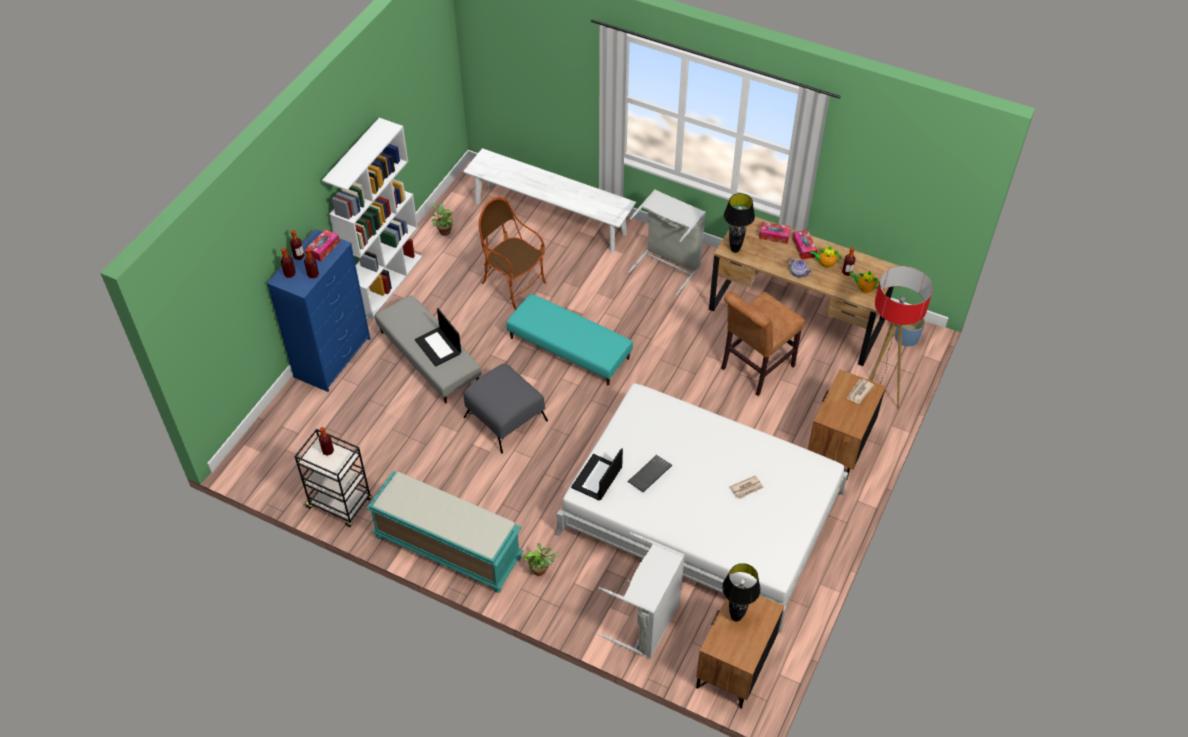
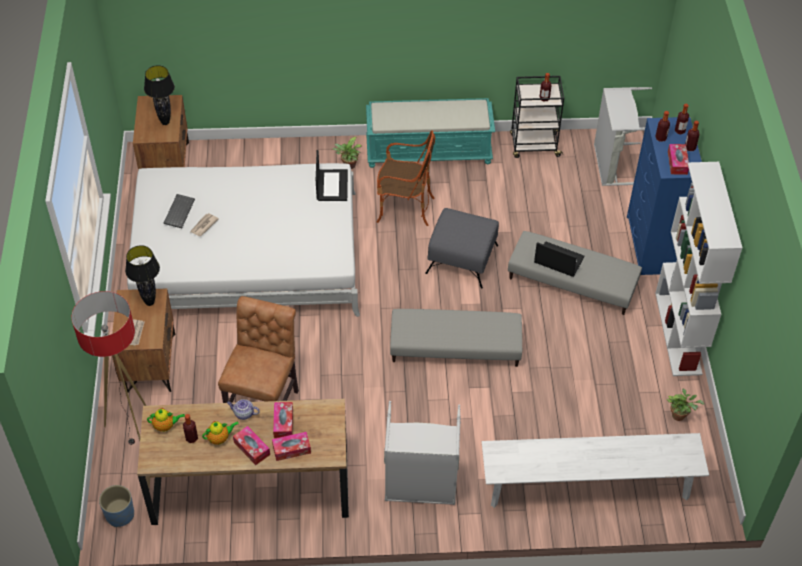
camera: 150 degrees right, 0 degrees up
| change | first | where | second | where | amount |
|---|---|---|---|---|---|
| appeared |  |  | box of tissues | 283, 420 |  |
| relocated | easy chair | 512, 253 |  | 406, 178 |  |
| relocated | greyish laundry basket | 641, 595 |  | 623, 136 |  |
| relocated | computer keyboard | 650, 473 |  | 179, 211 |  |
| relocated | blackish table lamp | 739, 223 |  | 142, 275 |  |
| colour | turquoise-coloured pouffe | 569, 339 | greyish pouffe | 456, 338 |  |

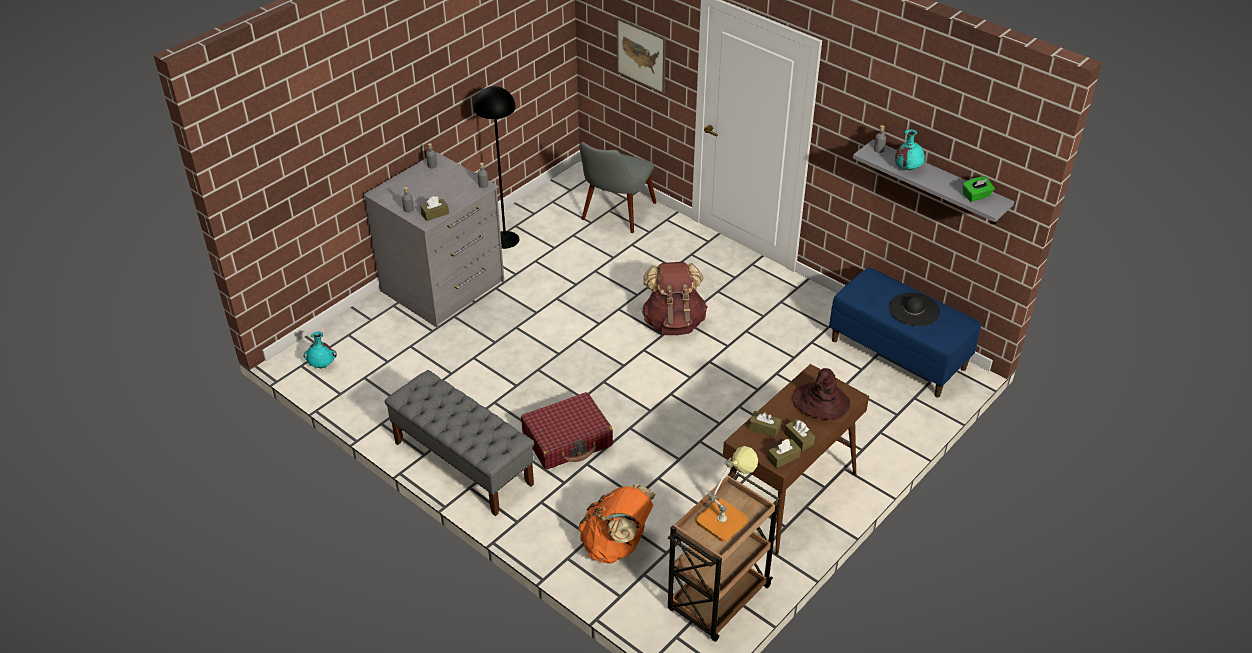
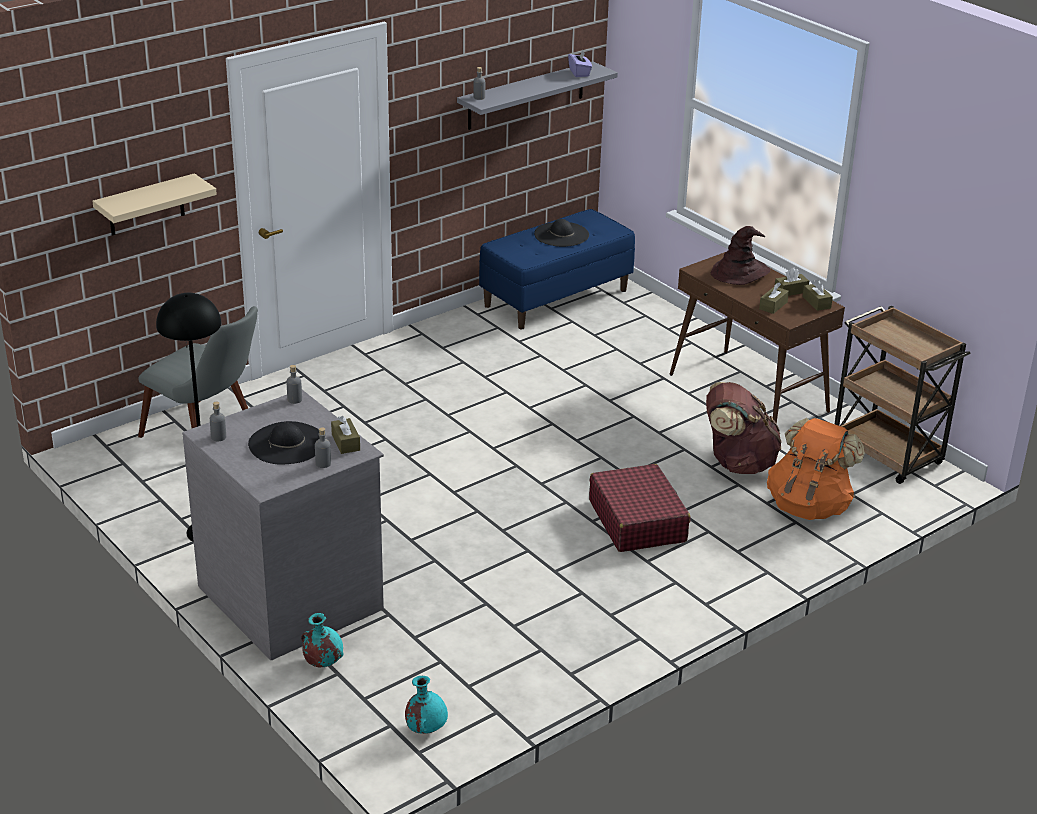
camera: 80 degrees left, 10 degrees down
| change | first | where | second | where | amount |
|---|---|---|---|---|---|
| missing | greyish long seat | 459, 443 |  |  |  |
| missing | table lamp | 727, 494 |  |  |  |
| appeared |  |  | blackish wearable hat | 284, 442 |  |
| relocated | brown backpack | 674, 298 |  | 744, 428 |  |
| relocated | turquoise-coloured vase | 910, 150 |  | 322, 640 |  |
| exchanged | wall art | 641, 56 | sand-coloured bracket shelf | 154, 204 |  |
| colour | greenish box of tissues | 979, 189 | purplish box of tissues | 580, 63 |  |

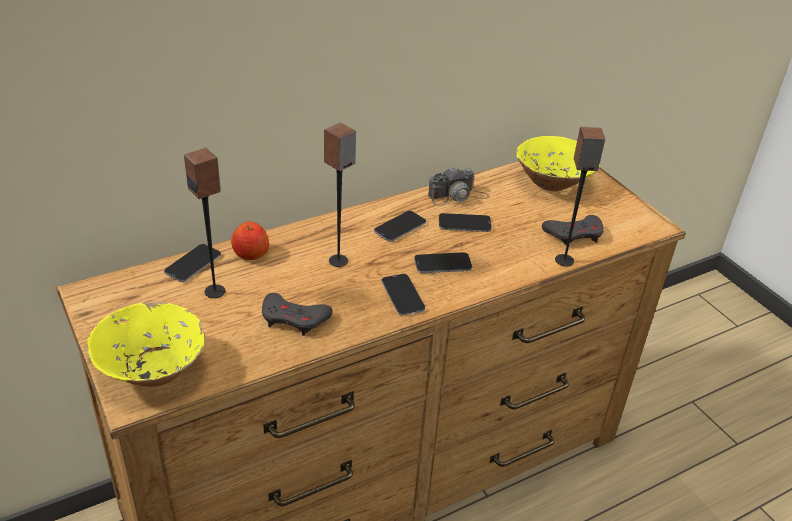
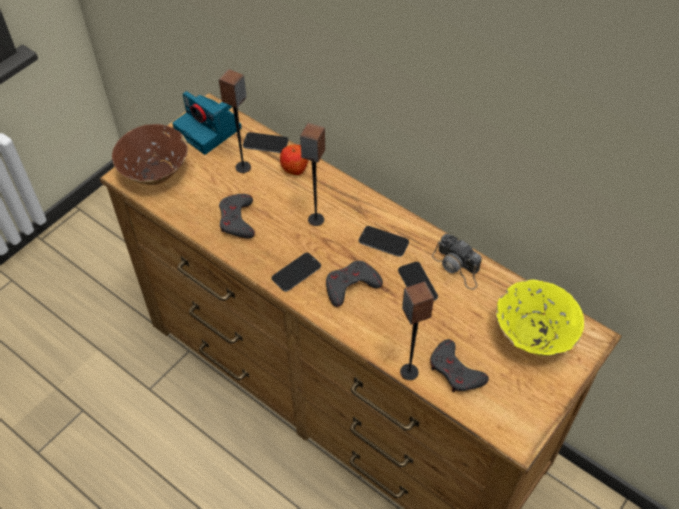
camera: 70 degrees right, 15 degrees up
| change | first | where | second | where | amount |
|---|---|---|---|---|---|
| appeared |  |  | still camera | 207, 123 |  |
| exchanged | phone | 443, 262 | greyish gamepad | 354, 284 |  |
| colour | yellow-coloured deep dish | 146, 344 | brown deep dish | 150, 154 |  |

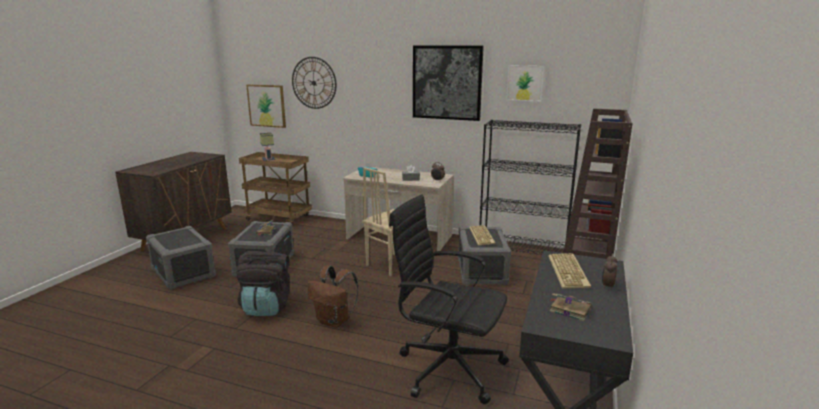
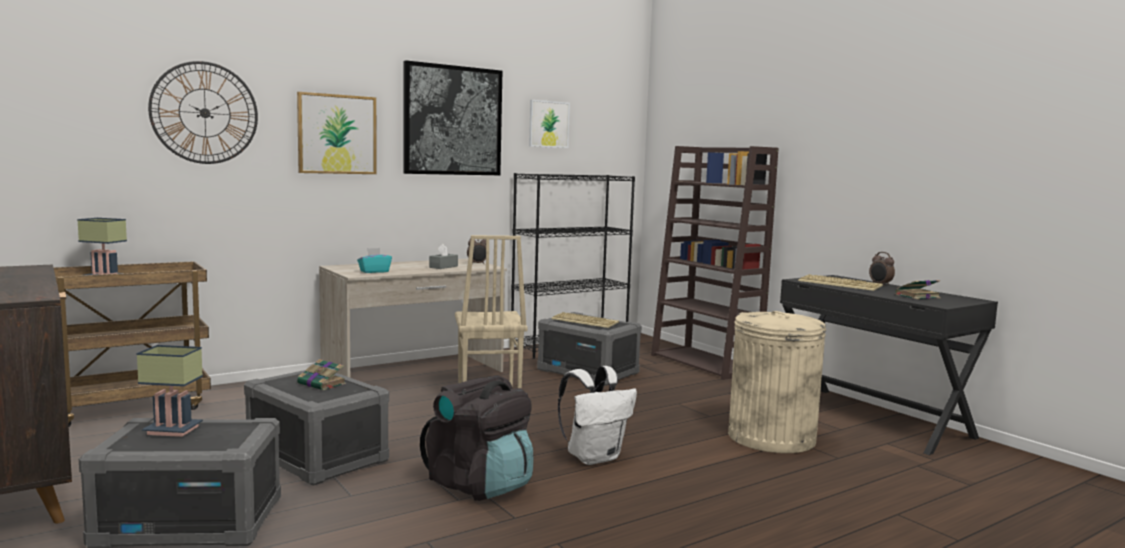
camera: 55 degrees left, 10 degrees down
| change | first | where | second | where | amount |
|---|---|---|---|---|---|
| appeared |  |  | table lamp | 170, 391 |  |
| relocated | wall art | 266, 106 |  | 337, 133 |  |
| exchanged | blackish computer chair | 449, 299 | sand-coloured rubbish bin | 777, 382 |  |
| colour | brown backpack | 333, 296 | white backpack | 597, 415 |  |

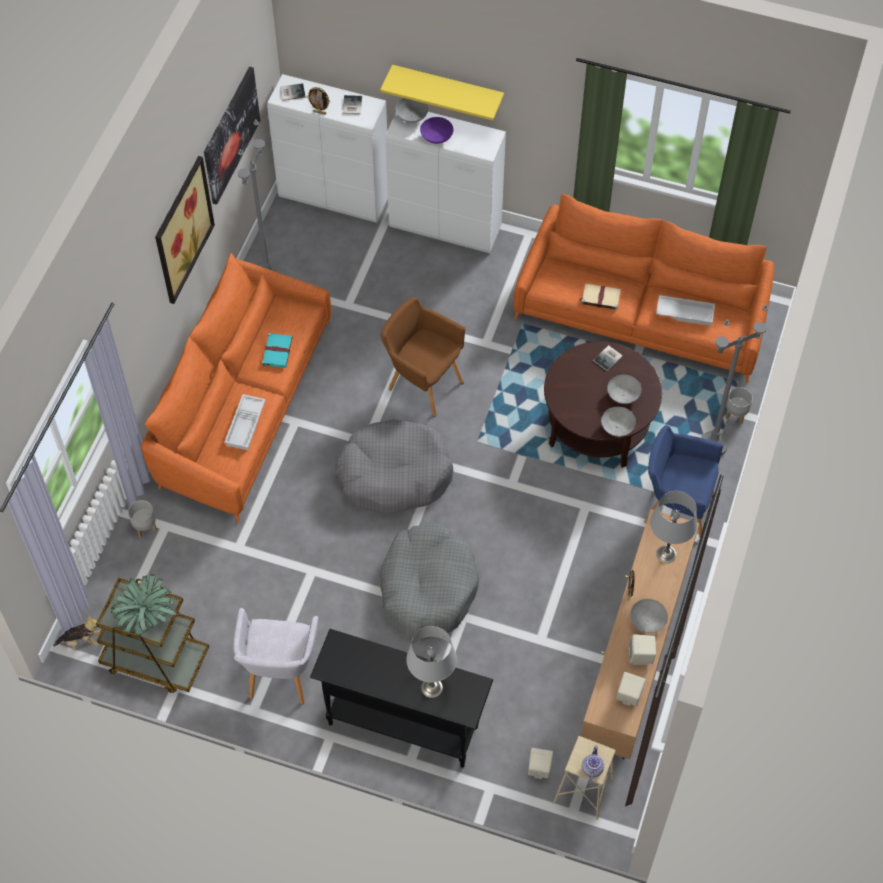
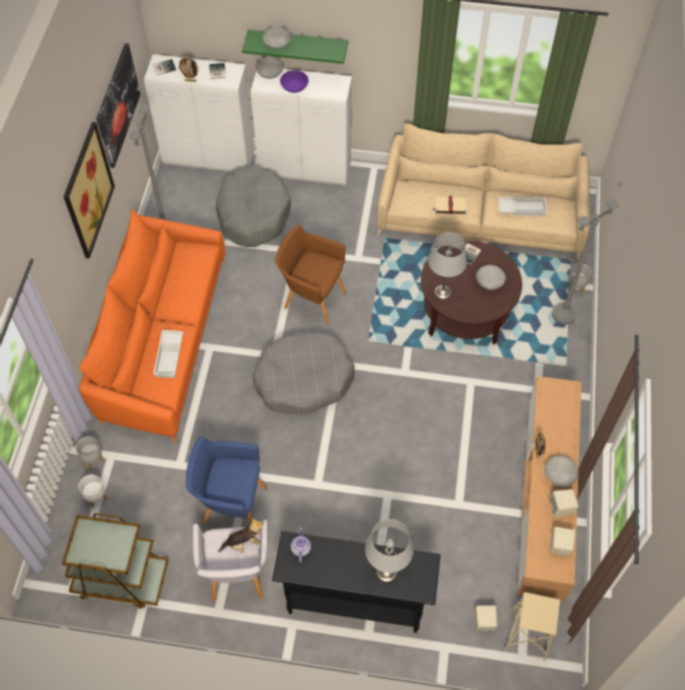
camera: 10 degrees left, 0 degrees up
| change | first | where | second | where | amount |
|---|---|---|---|---|---|
| missing | houseplant | 144, 605 |  |  |  |
| missing | turquoise-coloured volume | 277, 350 |  |  |  |
| appeared |  |  | white flower pot | 93, 491 |  |
| relocated | cuddly toy | 76, 633 |  | 241, 536 |  |
| relocated | greyish pet bed | 429, 581 |  | 253, 205 |  |
| relocated | tea pot | 593, 764 |  | 301, 545 |  |
| relocated | greyish deep dish | 618, 422 |  | 277, 38 |  |
| relocated | blue-coloured easy chair | 683, 482 |  | 226, 480 |  |
| relocated | greyish table lamp | 673, 527 |  | 447, 265 |  |
| colour | yellow-coloured bracket shelf | 442, 93 | greenish bracket shelf | 295, 47 |  |
| colour | orange couch | 643, 288 | sand-coloured couch | 483, 192 |  |

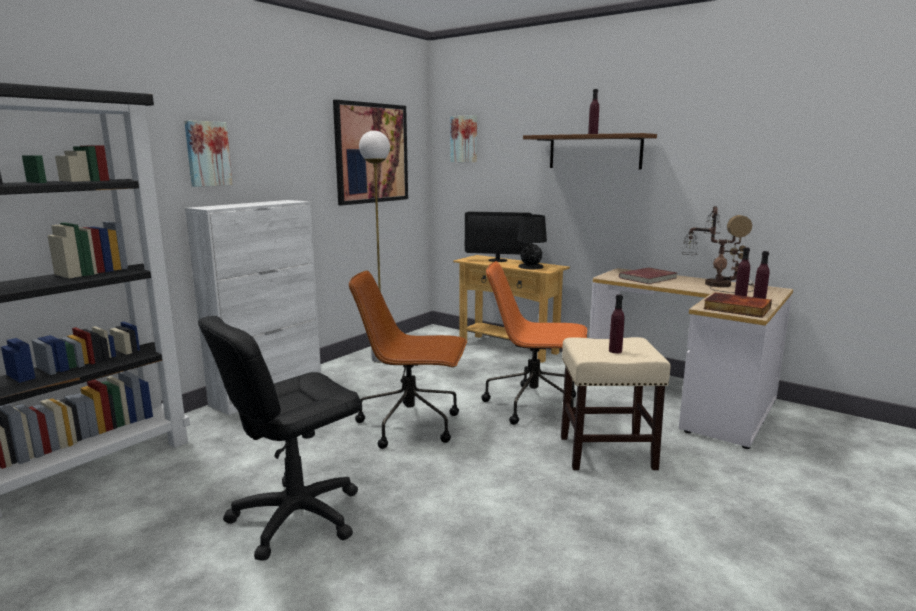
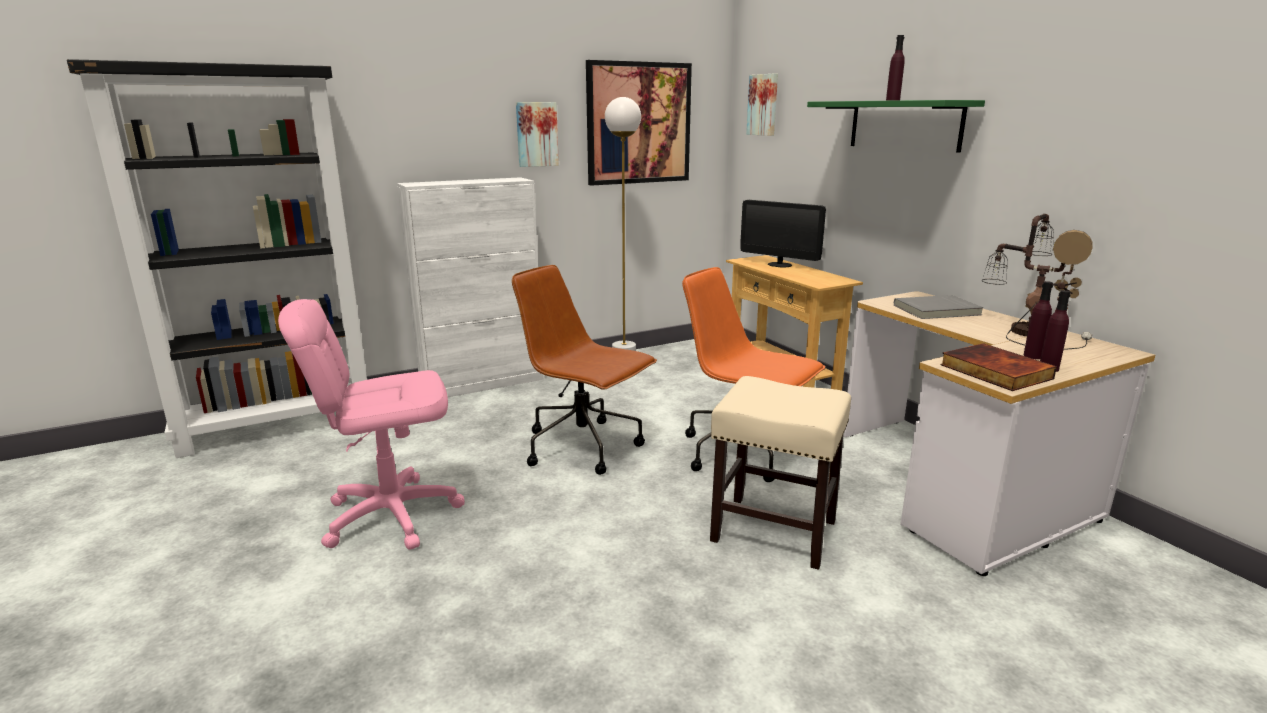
camera: 25 degrees right, 5 degrees up
| change | first | where | second | where | amount |
|---|---|---|---|---|---|
| missing | blackish table lamp | 532, 242 |  |  |  |
| missing | purplish beverage bottle | 616, 323 |  |  |  |
| relocated | wall art | 208, 153 |  | 537, 134 |  |
| colour | blackish computer chair | 279, 438 | pinkish computer chair | 371, 424 |  |
| colour | brown bracket shelf | 590, 151 | greenish bracket shelf | 896, 126 |  |
| colour | reddish volume | 648, 275 | greyish volume | 939, 307 |  |

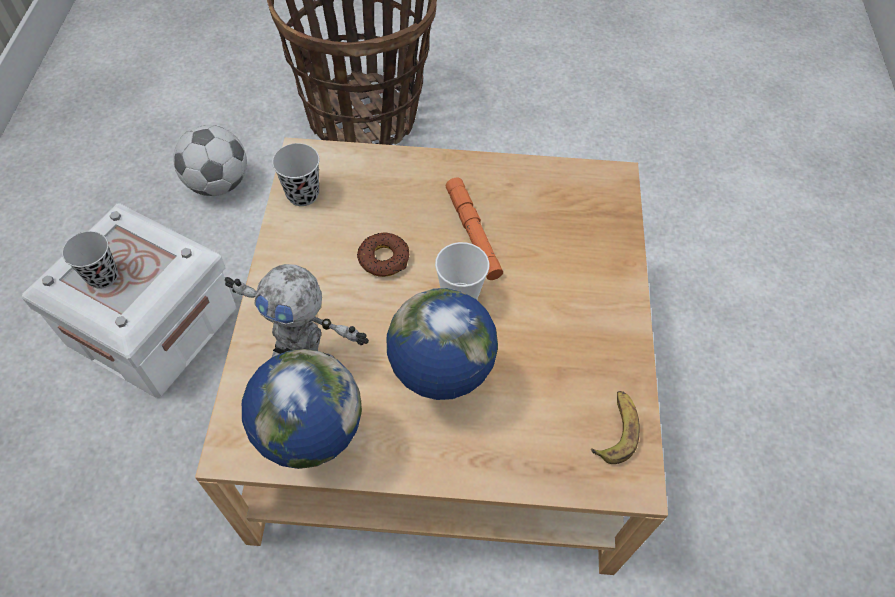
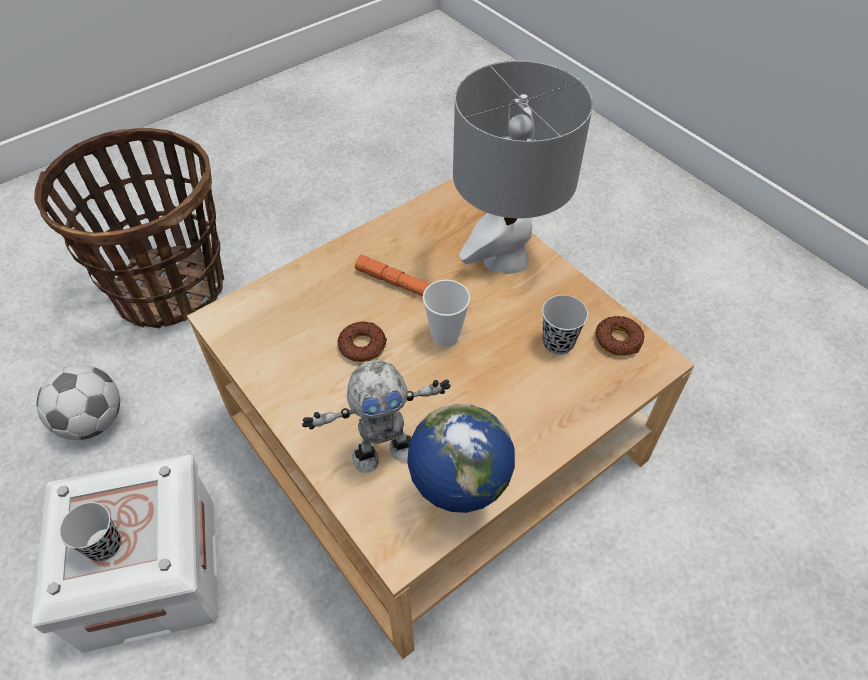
camera: 40 degrees left, 5 degrees down
| change | first | where | second | where | amount |
|---|---|---|---|---|---|
| missing | desk globe | 442, 344 |  |  |  |
| appeared |  |  | greyish table lamp | 523, 167 |  |
| relocated | blackish drinking cup | 295, 174 |  | 565, 325 |  |
| exchanged | banana fruit | 615, 427 | doughnut | 619, 336 |  |

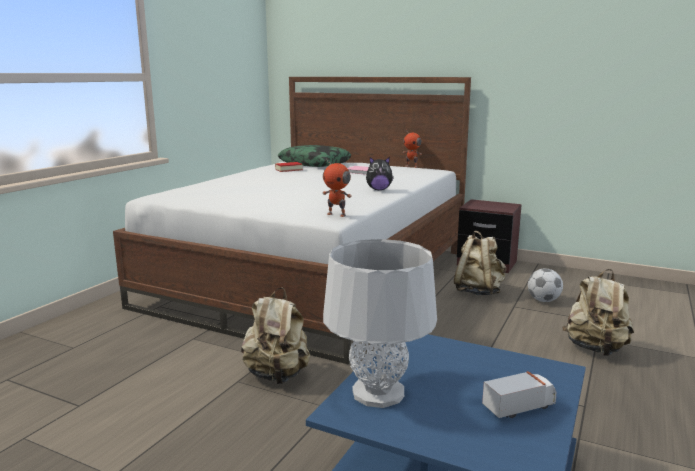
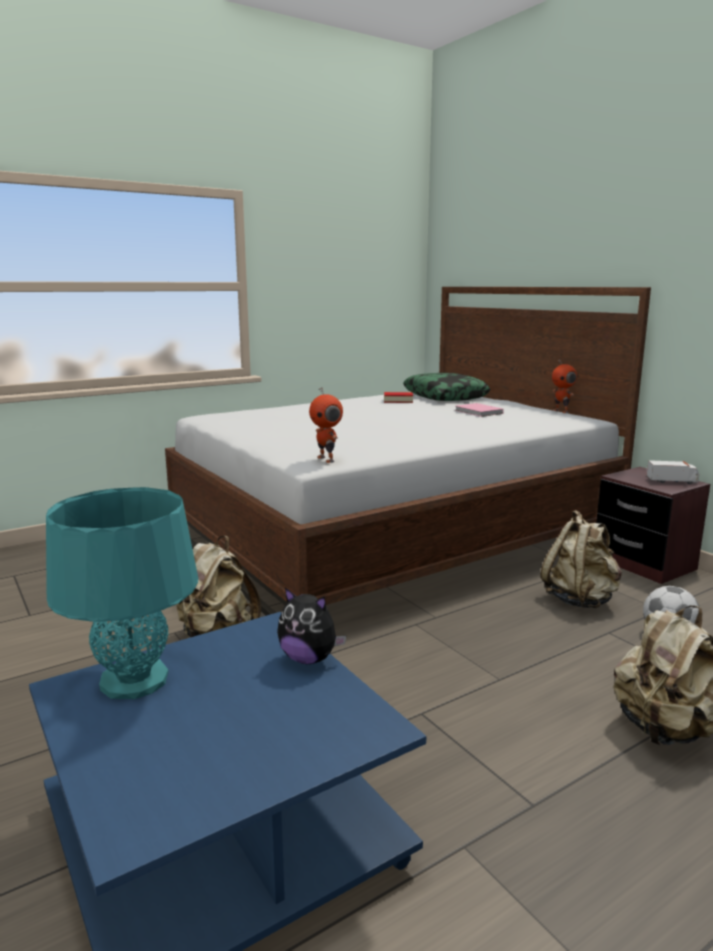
camera: 30 degrees right, 0 degrees up
| change | first | where | second | where | amount |
|---|---|---|---|---|---|
| relocated | cuddly toy | 380, 173 |  | 311, 626 |  |
| relocated | toy truck | 519, 394 |  | 673, 472 |  |
| colour | greyish table lamp | 380, 323 | turquoise-coloured table lamp | 122, 593 |  |

